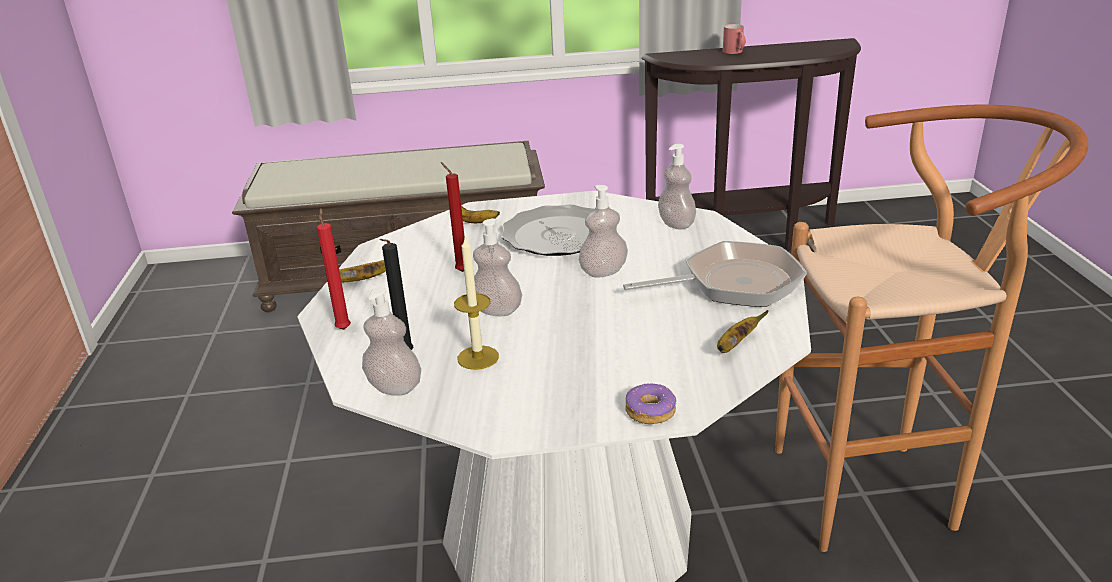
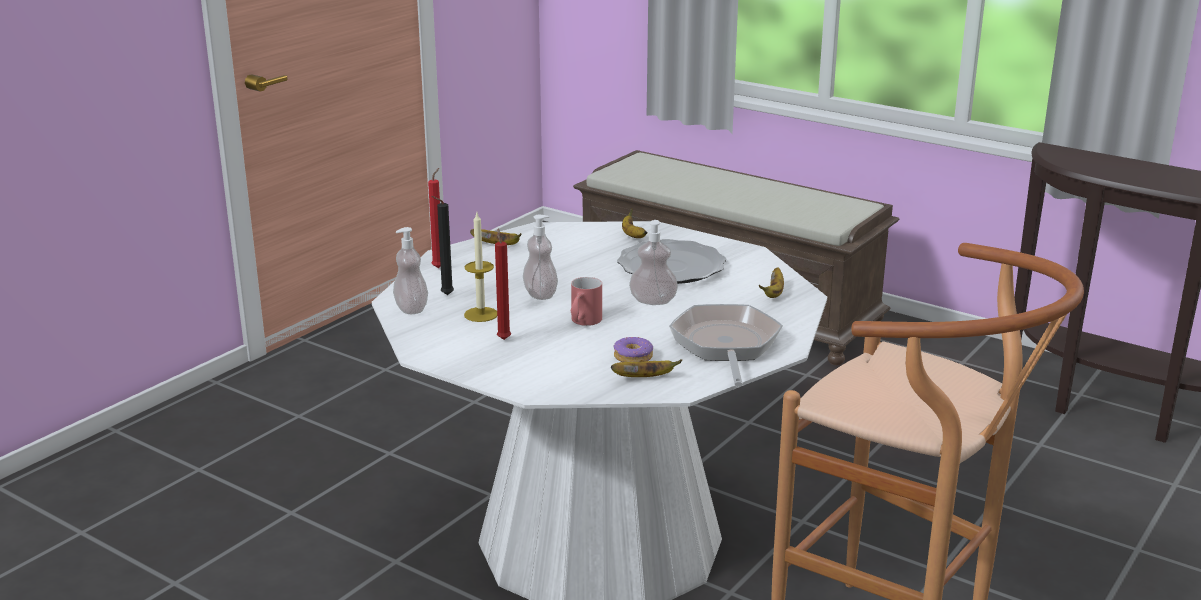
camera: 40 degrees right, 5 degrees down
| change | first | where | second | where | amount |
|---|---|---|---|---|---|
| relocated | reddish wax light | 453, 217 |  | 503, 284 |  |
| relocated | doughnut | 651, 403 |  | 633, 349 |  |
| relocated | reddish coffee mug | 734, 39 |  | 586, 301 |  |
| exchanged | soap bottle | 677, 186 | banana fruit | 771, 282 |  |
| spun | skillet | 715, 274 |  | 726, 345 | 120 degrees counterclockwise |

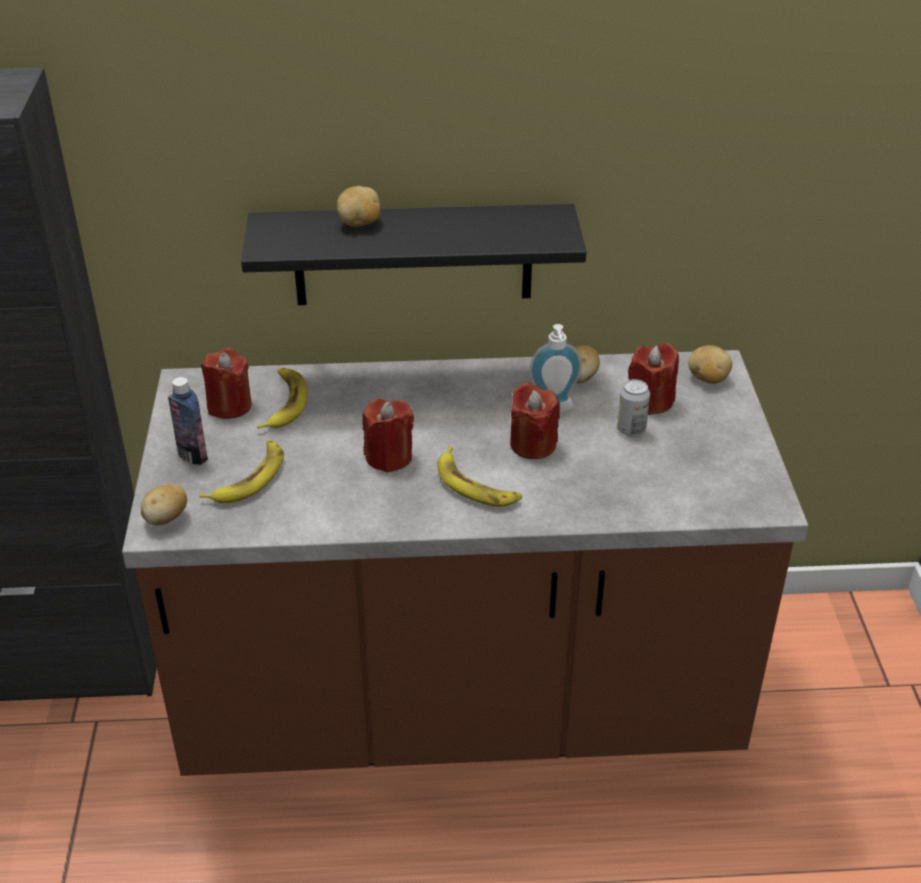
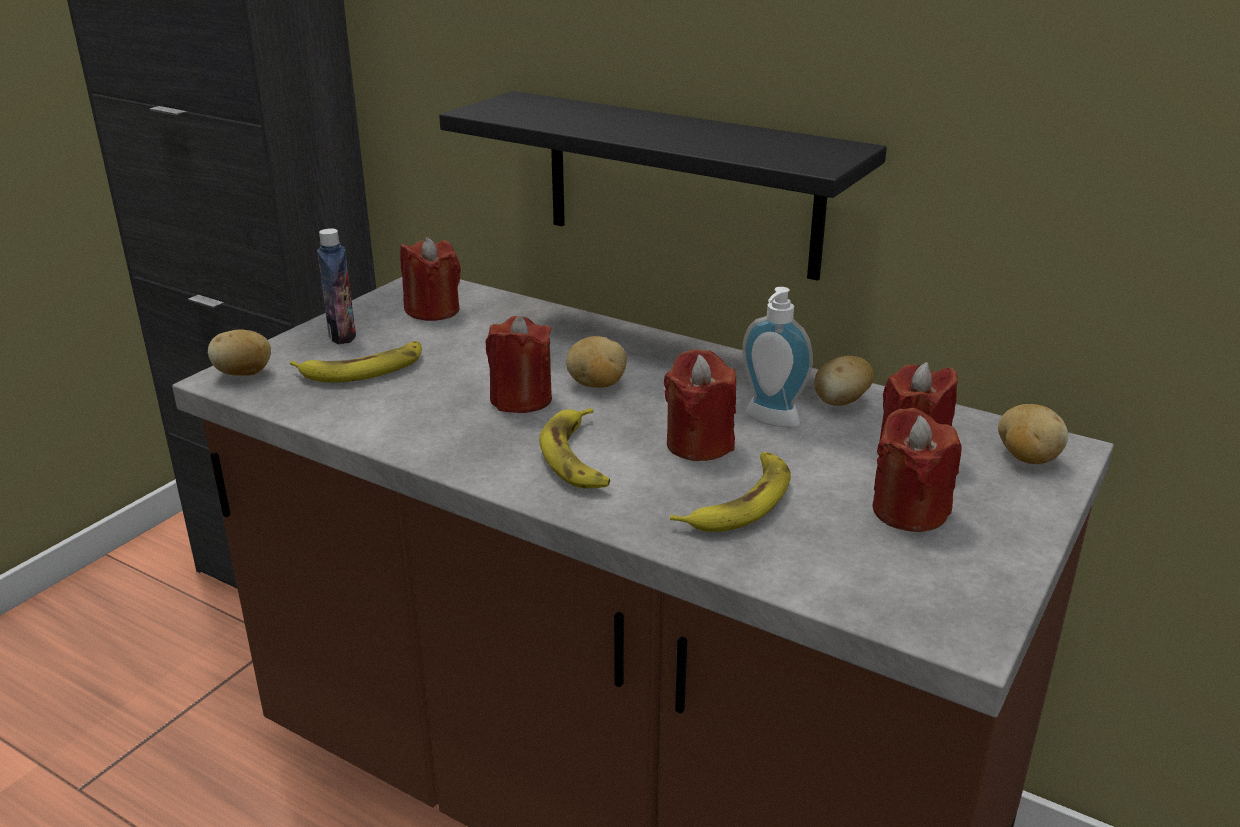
camera: 35 degrees right, 10 degrees down
| change | first | where | second | where | amount |
|---|---|---|---|---|---|
| missing | metal can | 633, 408 |  |  |  |
| appeared |  |  | reddish wax light | 917, 470 |  |
| relocated | banana fruit | 282, 398 |  | 730, 492 |  |
| relocated | spud | 358, 206 |  | 596, 362 |  |

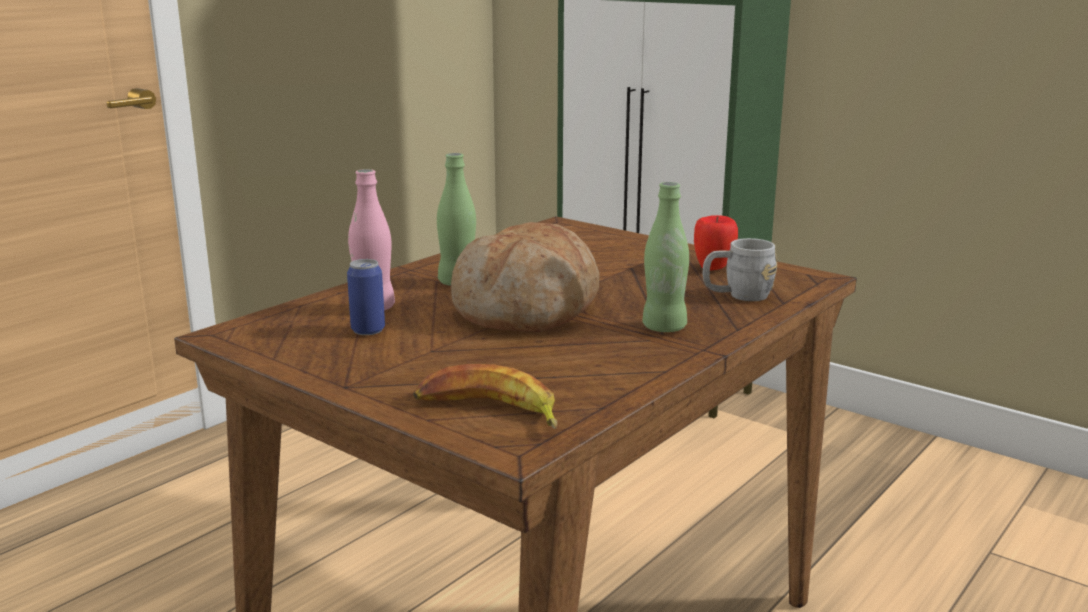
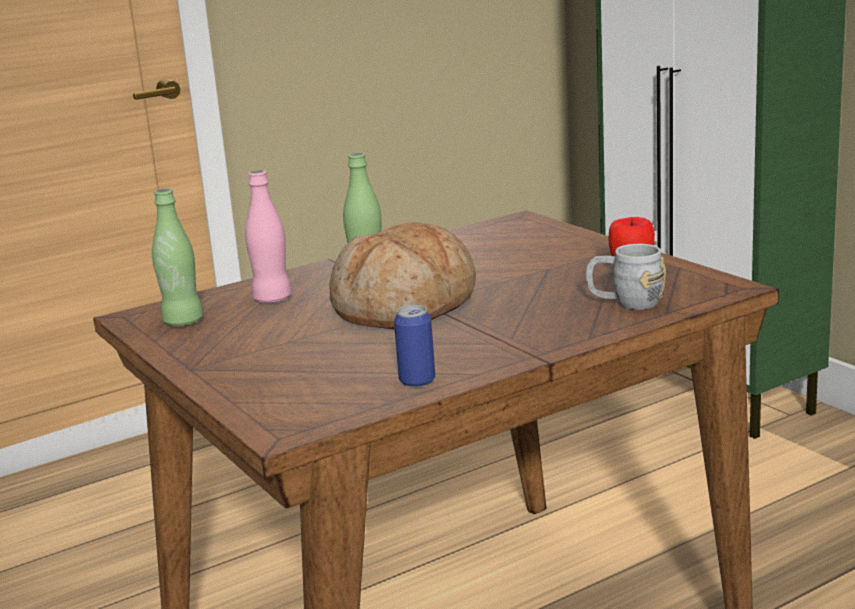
camera: 20 degrees right, 0 degrees up
| change | first | where | second | where | amount |
|---|---|---|---|---|---|
| missing | banana fruit | 485, 396 |  |  |  |
| relocated | metal can | 366, 297 |  | 414, 346 |  |
| relocated | greenish beverage bottle | 666, 257 |  | 177, 257 |  |

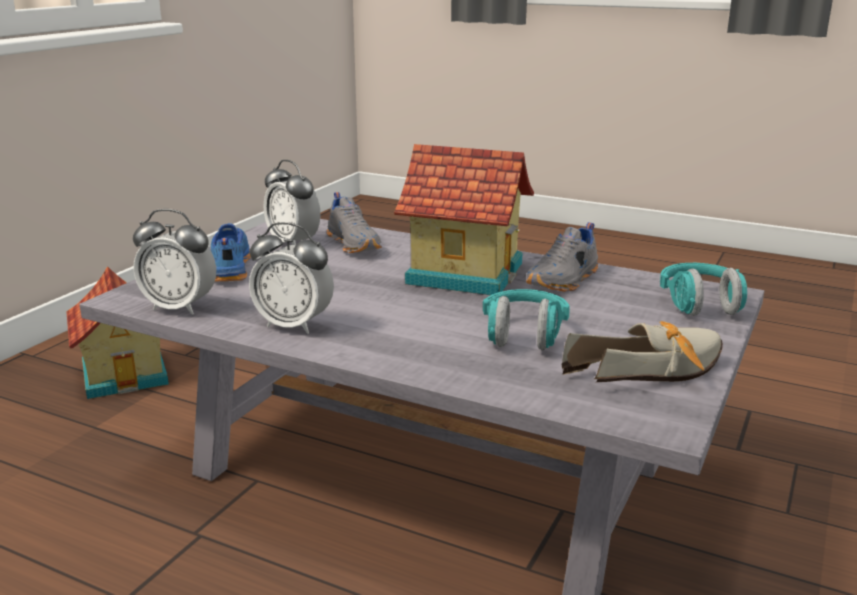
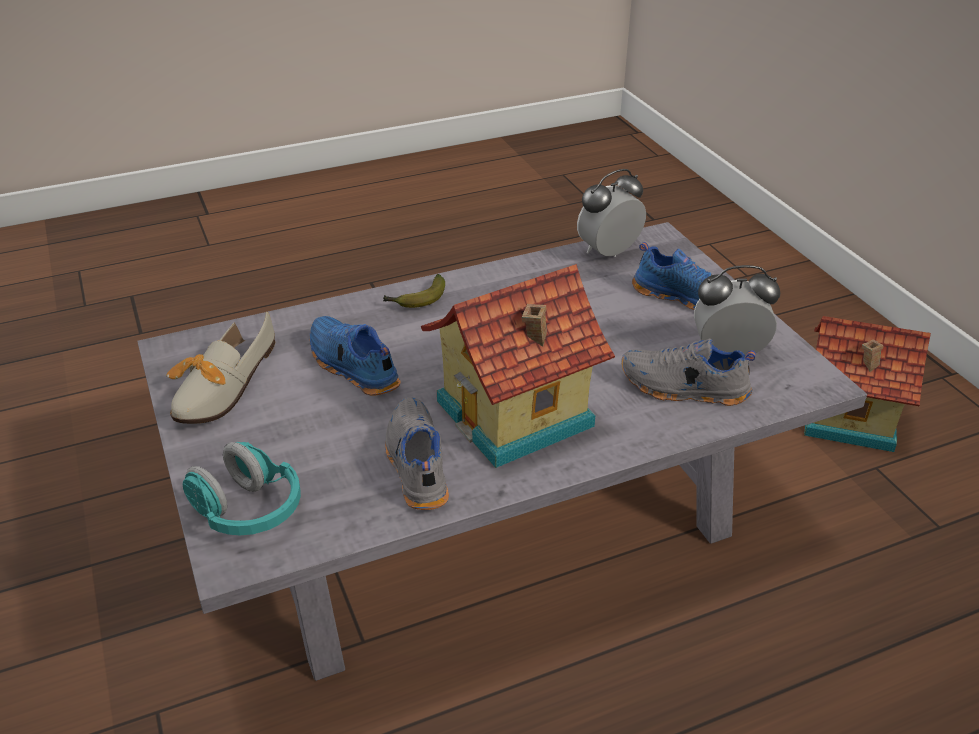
camera: 130 degrees right, 15 degrees up
| change | first | where | second | where | amount |
|---|---|---|---|---|---|
| missing | bedside clock | 291, 278 |  |  |  |
| appeared |  |  | banana fruit | 414, 291 |  |
| exchanged | turquoise-coloured pair of headphones | 526, 319 | blue-coloured shoe | 355, 356 |  |

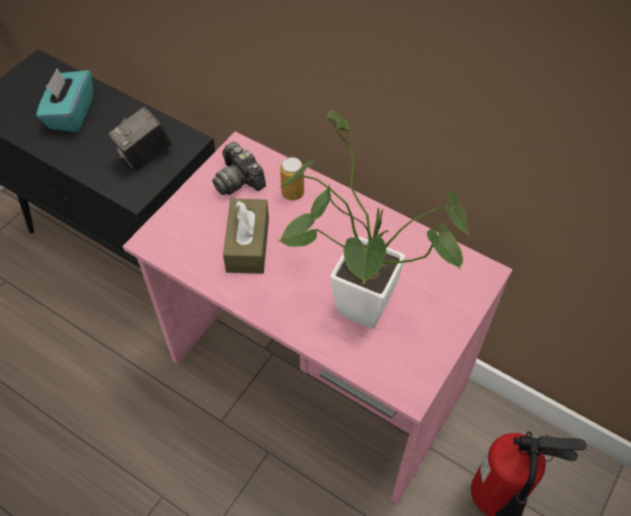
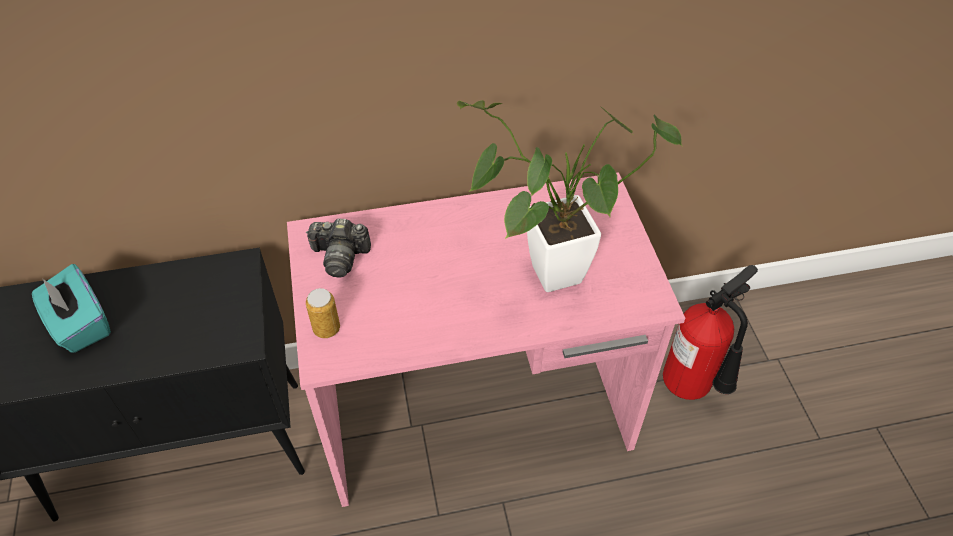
camera: 45 degrees left, 5 degrees down
| change | first | where | second | where | amount |
|---|---|---|---|---|---|
| missing | still camera | 140, 139 |  |  |  |
| missing | brown box of tissues | 246, 236 |  |  |  |
| relocated | metal can | 292, 178 |  | 323, 313 |  |

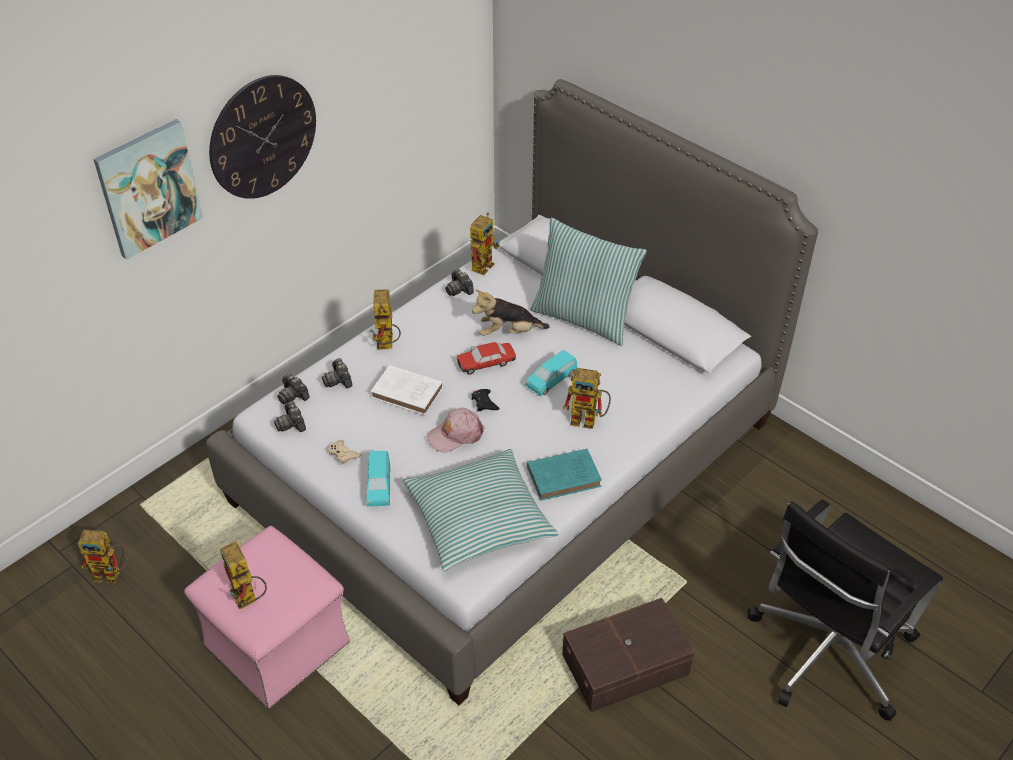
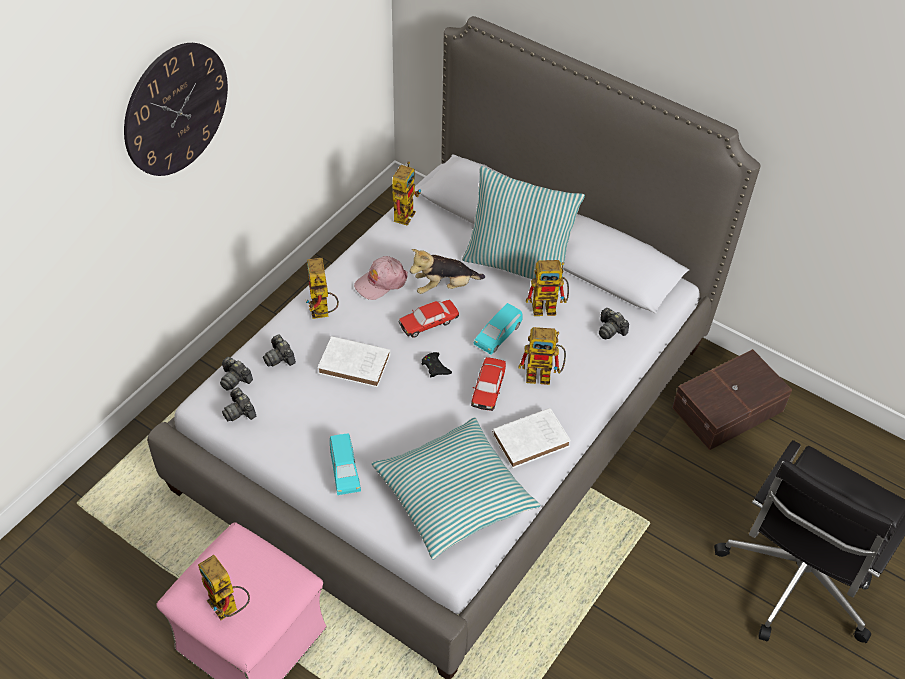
camera: 10 degrees left, 5 degrees up
| change | first | where | second | where | amount |
|---|---|---|---|---|---|
| missing | wall art | 148, 189 |  |  |  |
| missing | sand-coloured gamepad | 344, 452 |  |  |  |
| appeared |  |  | toy car | 488, 384 |  |
| relocated | robot figure | 103, 556 |  | 547, 288 |  |
| relocated | pinkish peaked cap | 456, 430 |  | 381, 278 |  |
| relocated | still camera | 459, 282 |  | 614, 323 |  |
| relocated | brown storage box | 628, 655 |  | 732, 399 |  |
| colour | turquoise-coloured volume | 564, 475 | white volume | 531, 438 |  |

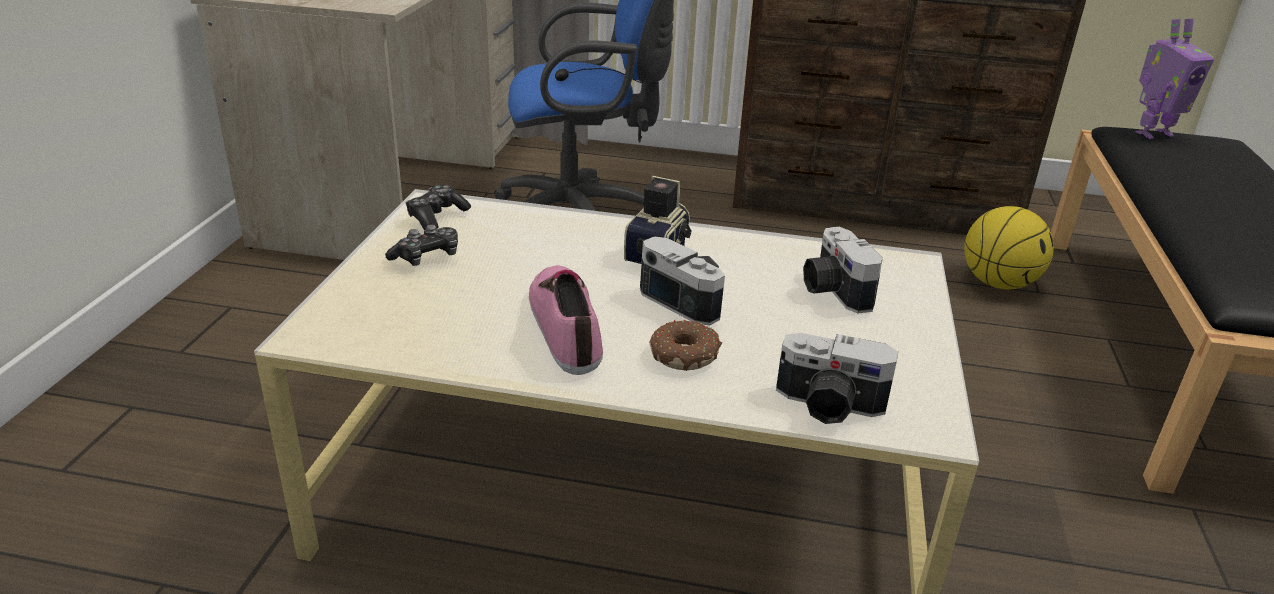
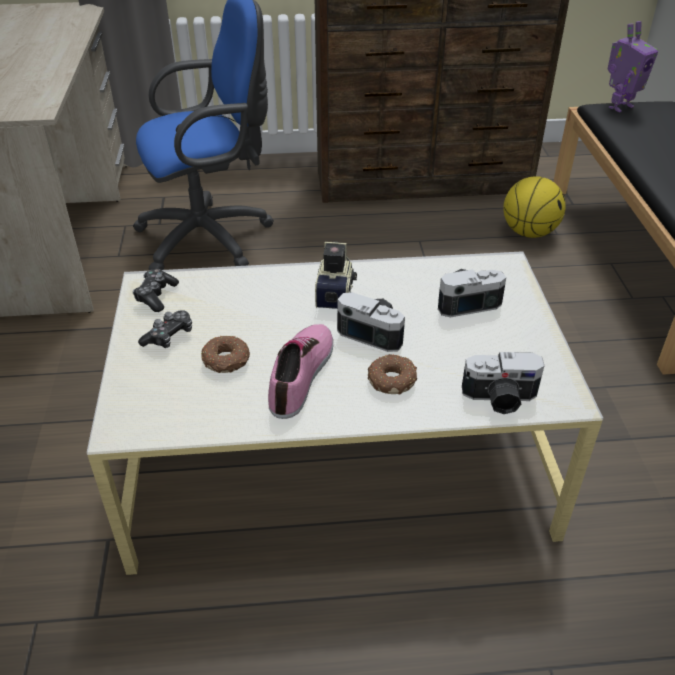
camera: 15 degrees left, 10 degrees up
| change | first | where | second | where | amount |
|---|---|---|---|---|---|
| appeared |  |  | doughnut | 225, 354 |  |
| spun | shoe | 566, 320 |  | 300, 371 | 45 degrees clockwise |
| spun | still camera | 843, 270 |  | 472, 293 | 105 degrees clockwise |

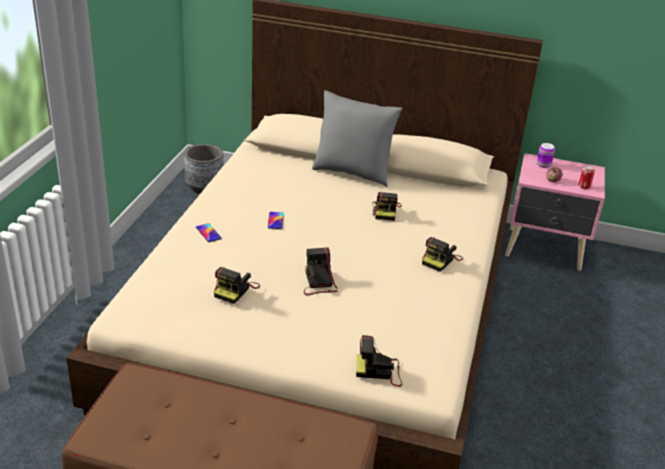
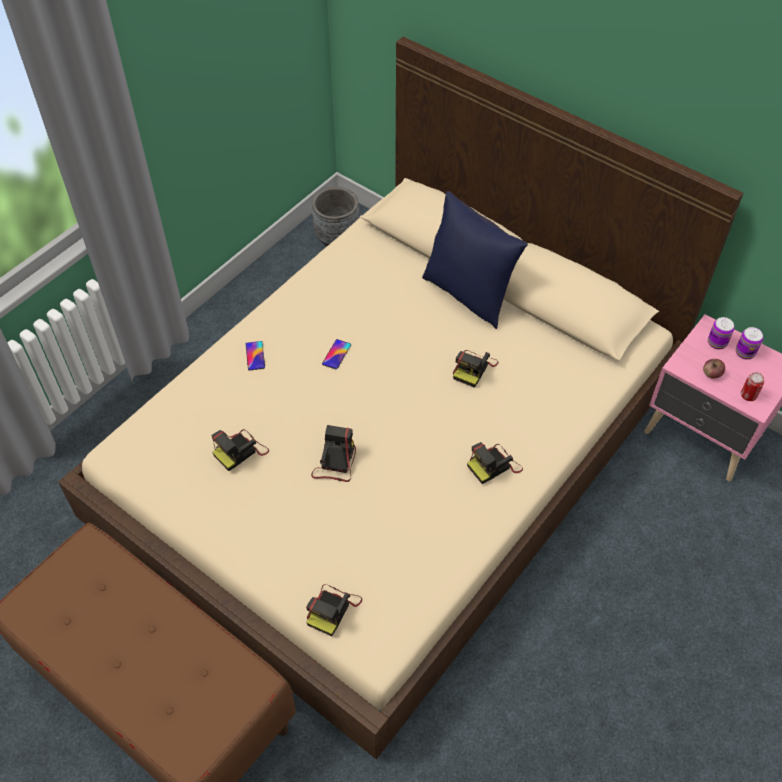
camera: 25 degrees right, 20 degrees up
| change | first | where | second | where | amount |
|---|---|---|---|---|---|
| appeared |  |  | metal can | 749, 343 |  |
| colour | greyish throw pillow | 357, 138 | blue-coloured throw pillow | 475, 260 |  |
| spun | still camera | 379, 361 |  | 334, 610 | 90 degrees counterclockwise |

